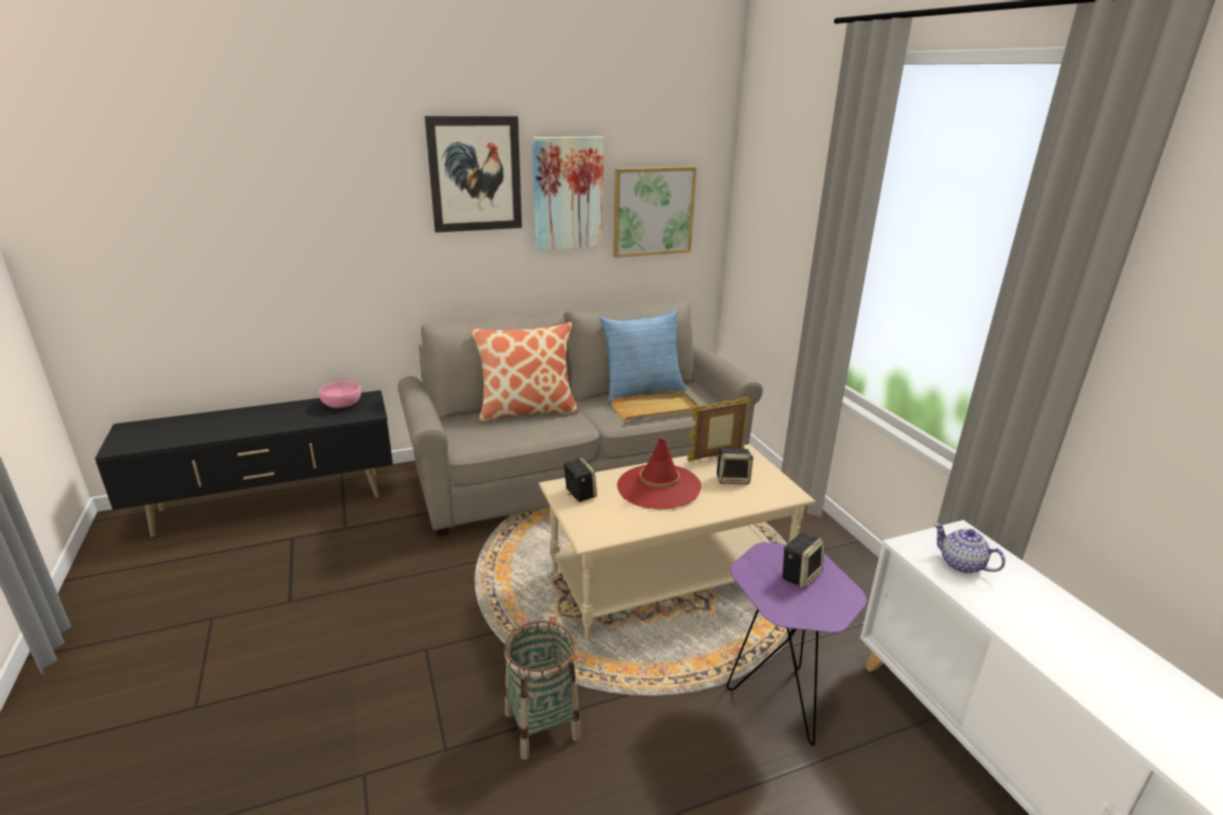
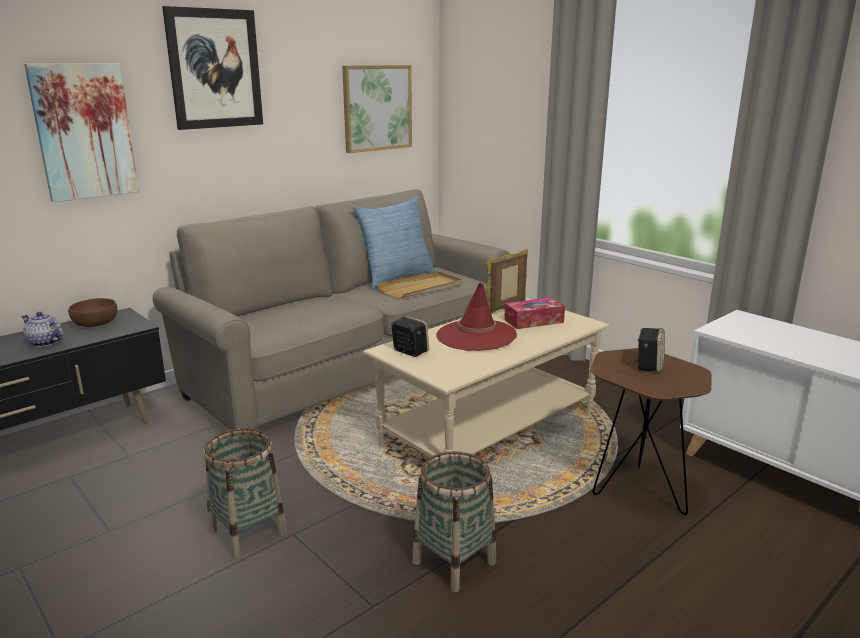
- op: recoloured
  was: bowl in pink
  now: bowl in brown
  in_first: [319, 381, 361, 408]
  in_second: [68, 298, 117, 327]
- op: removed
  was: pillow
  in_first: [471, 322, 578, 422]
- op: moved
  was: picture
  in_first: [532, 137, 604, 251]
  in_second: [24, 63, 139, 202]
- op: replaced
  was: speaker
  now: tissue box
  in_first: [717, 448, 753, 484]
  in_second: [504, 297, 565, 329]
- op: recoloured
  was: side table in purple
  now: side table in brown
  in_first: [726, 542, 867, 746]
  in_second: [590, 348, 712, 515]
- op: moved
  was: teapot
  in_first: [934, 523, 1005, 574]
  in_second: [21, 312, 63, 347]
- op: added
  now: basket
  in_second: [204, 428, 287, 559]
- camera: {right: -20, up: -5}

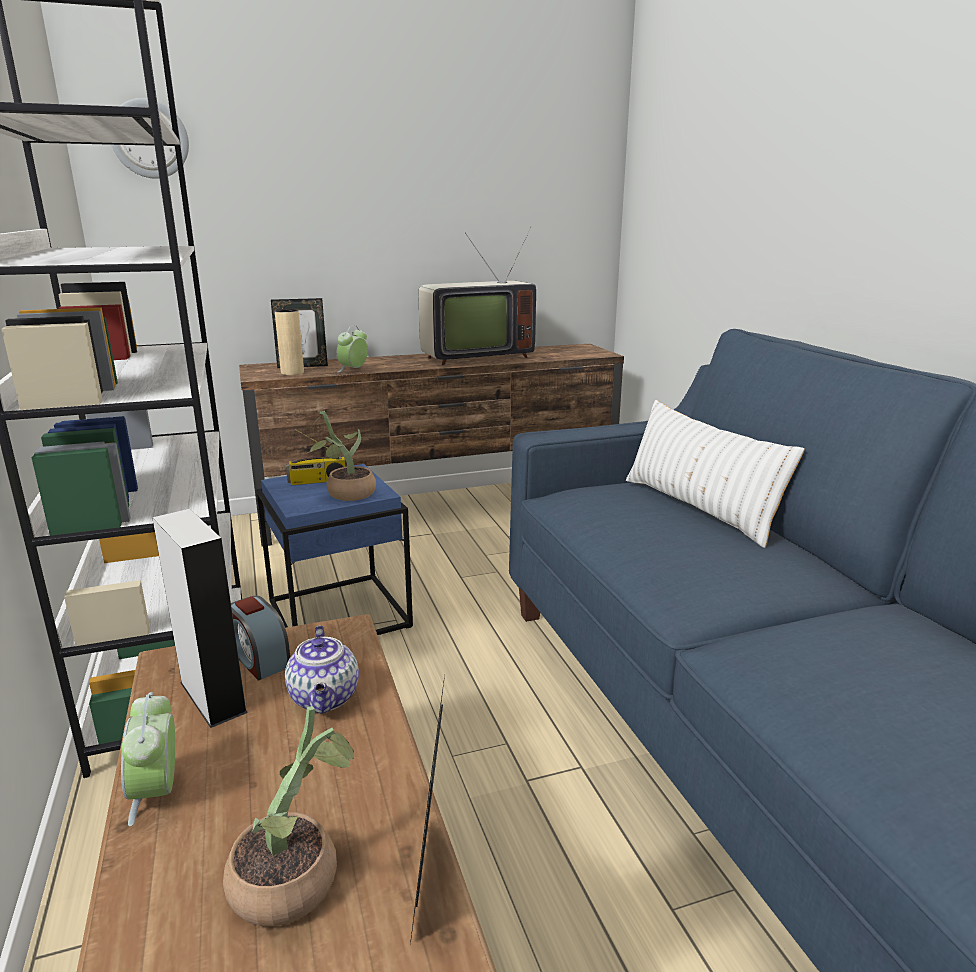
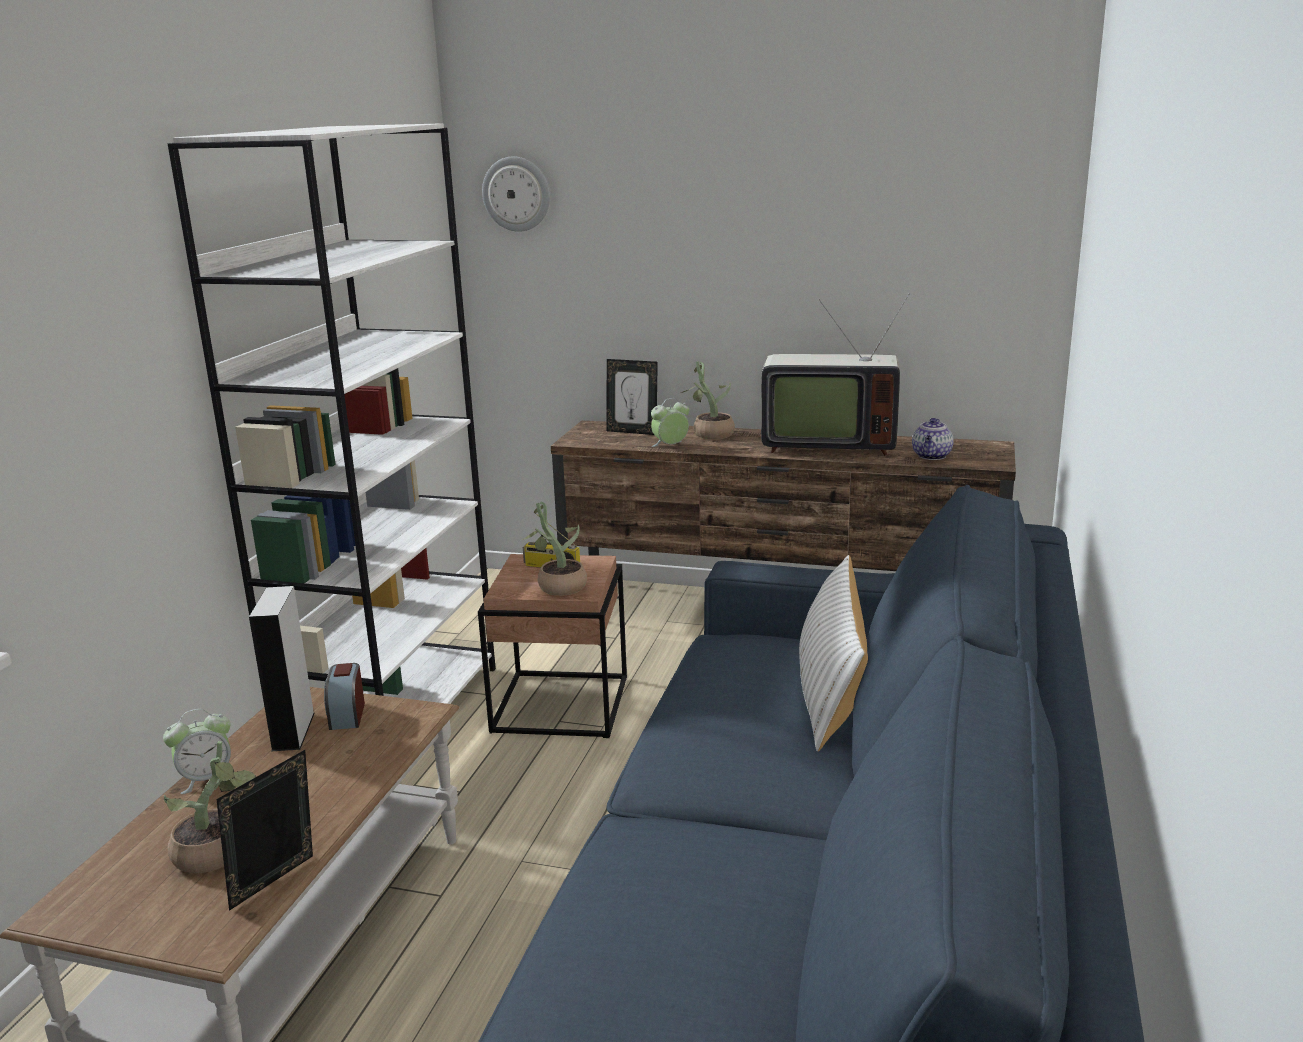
- op: turned
  was: alarm clock
  in_first: [121, 692, 175, 826]
  in_second: [163, 709, 231, 794]
  clockwise: -135
- op: recoloured
  was: side table in blue
  now: side table in brown
  in_first: [256, 464, 413, 635]
  in_second: [478, 554, 627, 738]
- op: removed
  was: vase in beige
  in_first: [275, 309, 304, 375]
- op: moved
  was: teapot
  in_first: [285, 625, 359, 714]
  in_second: [912, 418, 954, 460]
- op: added
  now: potted plant
  in_second: [681, 361, 735, 440]
- camera: {right: 35, up: 0}

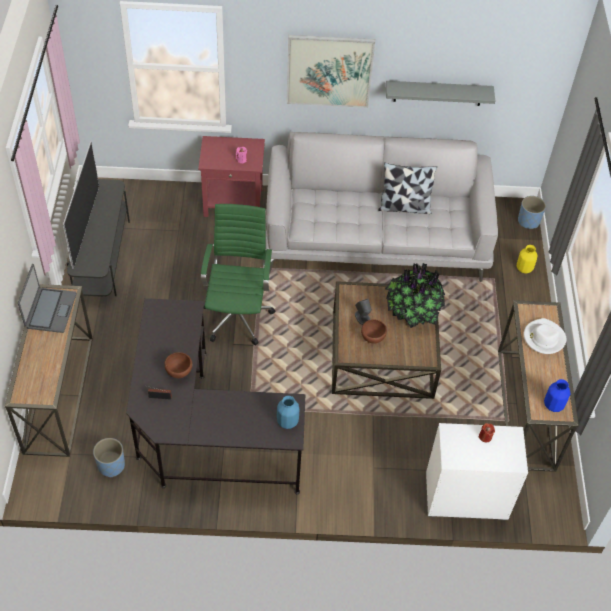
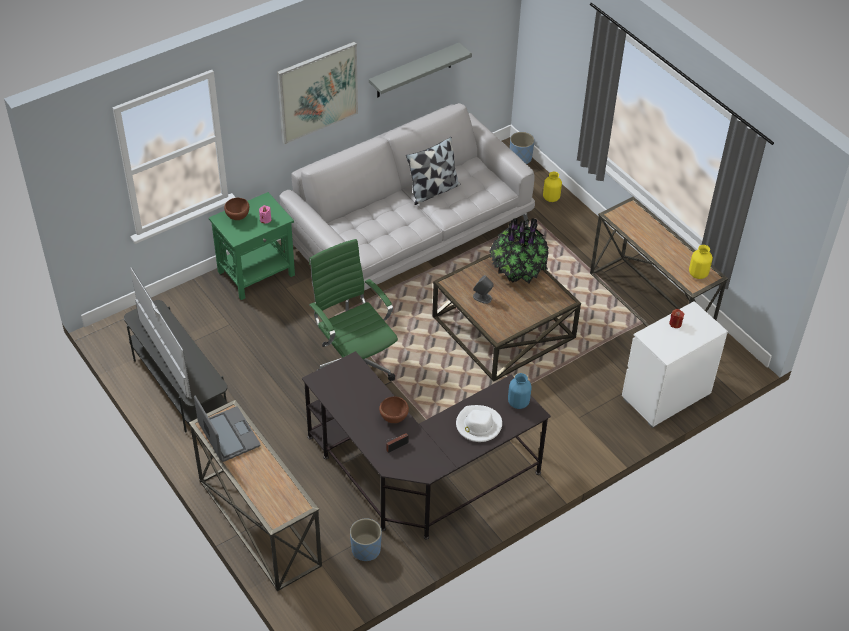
- op: recoloured
  was: side table in red
  now: side table in green
  in_first: [198, 136, 265, 217]
  in_second: [209, 192, 295, 300]
- op: moved
  was: bowl in brown
  in_first: [361, 319, 387, 343]
  in_second: [224, 198, 249, 220]
- op: moved
  was: hat in white
  in_first: [524, 318, 567, 354]
  in_second: [456, 405, 502, 442]
- op: recoloured
  was: vase in blue
  now: vase in yellow
  in_first: [544, 379, 571, 412]
  in_second: [689, 245, 713, 279]
- camera: {right: -35, up: -5}

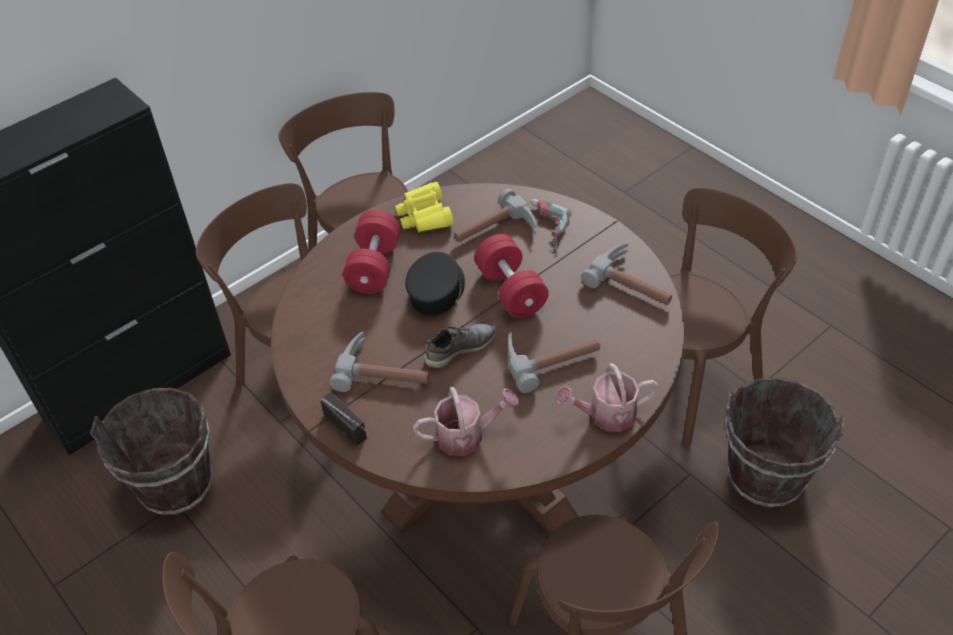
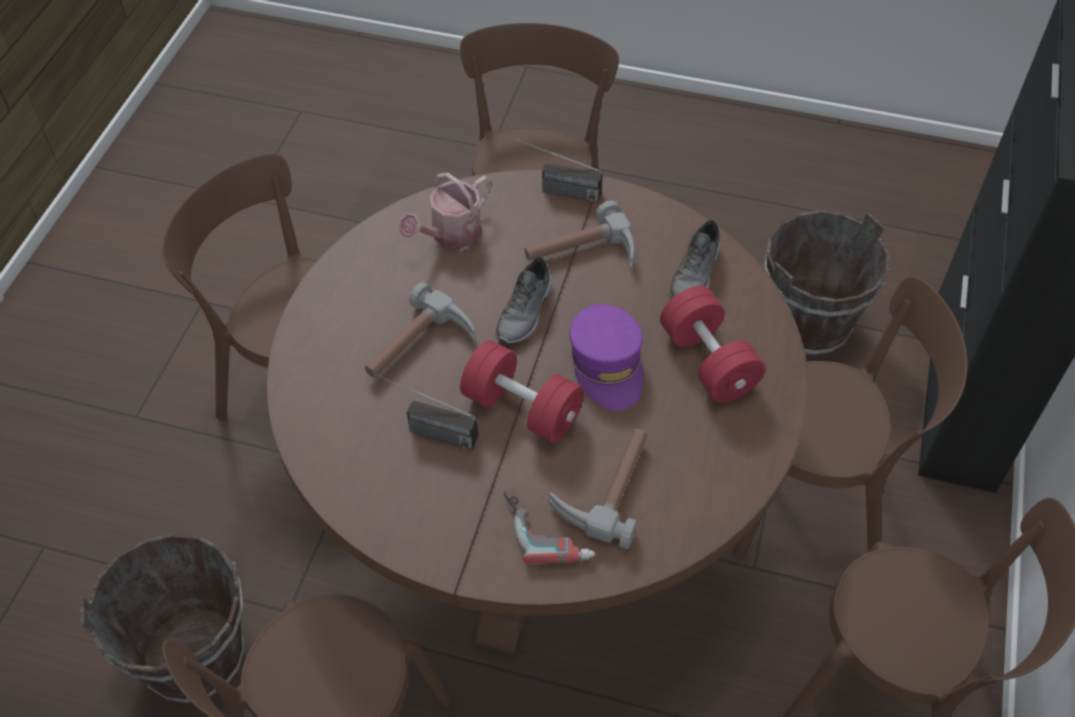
- op: removed
  was: binoculars in yellow
  in_first: [395, 182, 454, 232]
- op: recoloured
  was: cap in black
  now: cap in purple
  in_first: [405, 252, 465, 316]
  in_second: [570, 304, 644, 411]
- op: removed
  was: watering can
  in_first: [555, 363, 659, 432]
- op: removed
  was: hammer
  in_first: [581, 242, 672, 305]
- op: added
  now: radio
  in_second: [375, 374, 478, 449]
- op: added
  now: shoe in grey
  in_second: [669, 220, 721, 298]
- camera: {right: 145, up: 5}

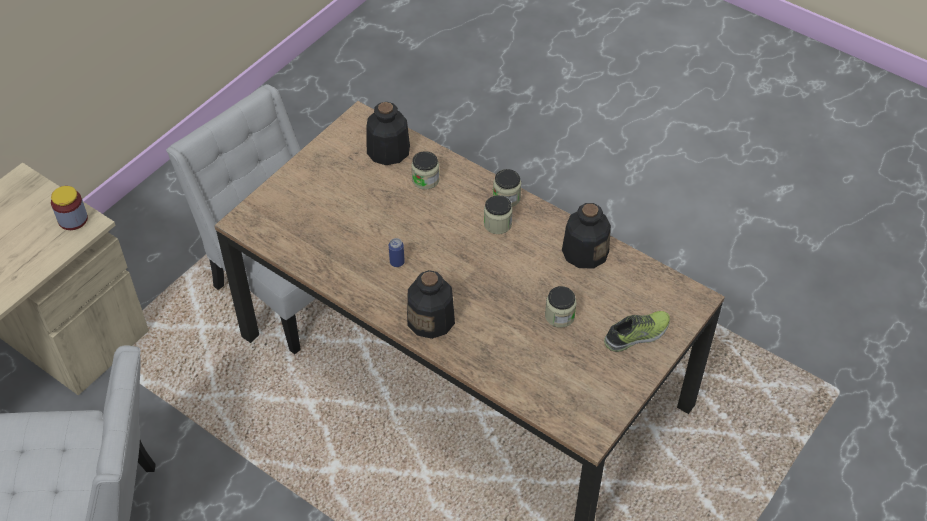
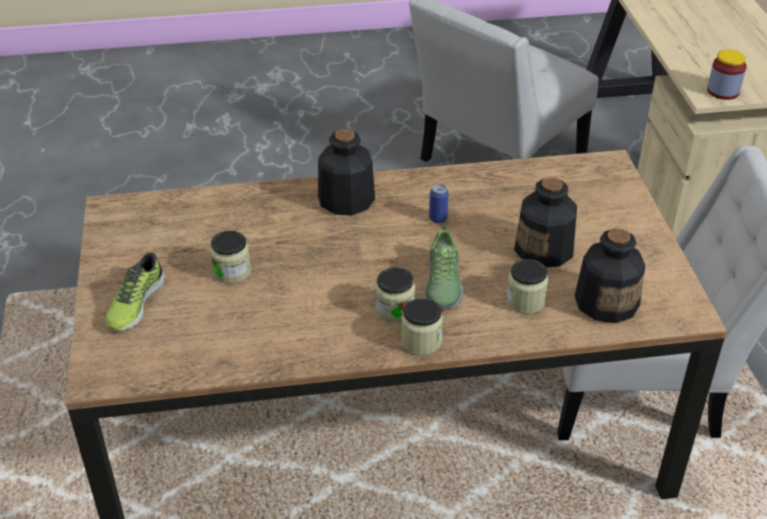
- op: moved
  was: bottle
  in_first: [562, 203, 611, 269]
  in_second: [514, 177, 577, 268]
- op: added
  now: shoe
  in_second: [424, 225, 463, 309]
- camera: {right: 135, up: -10}

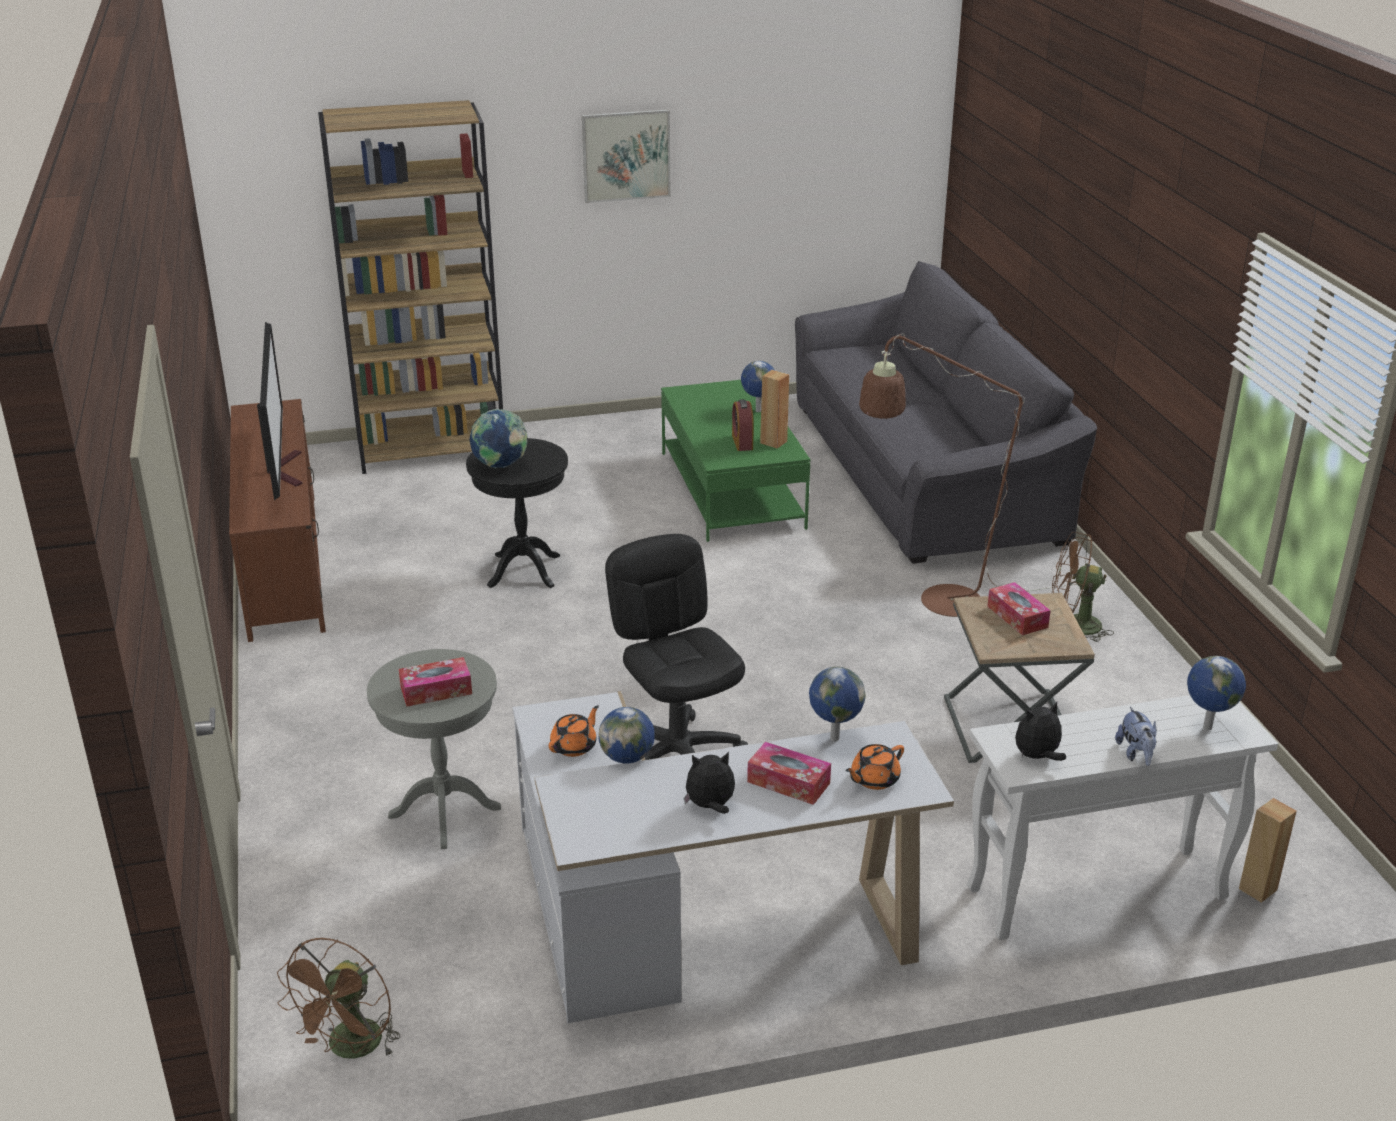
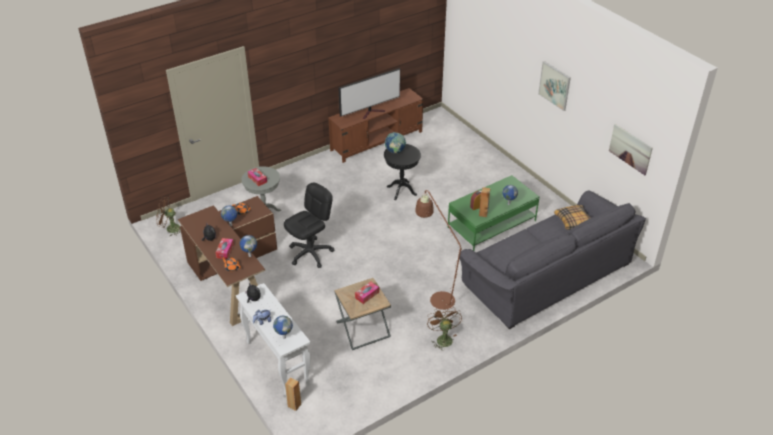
- op: removed
  was: bookcase in brown
  in_first: [318, 100, 503, 474]
- op: recoloured
  was: desk in white
  now: desk in brown
  in_first: [512, 691, 954, 1023]
  in_second: [178, 196, 277, 326]
- op: added
  now: pillow
  in_second: [554, 205, 590, 230]
- op: added
  now: picture
  in_second: [609, 124, 653, 175]
- camera: {right: 70, up: 10}

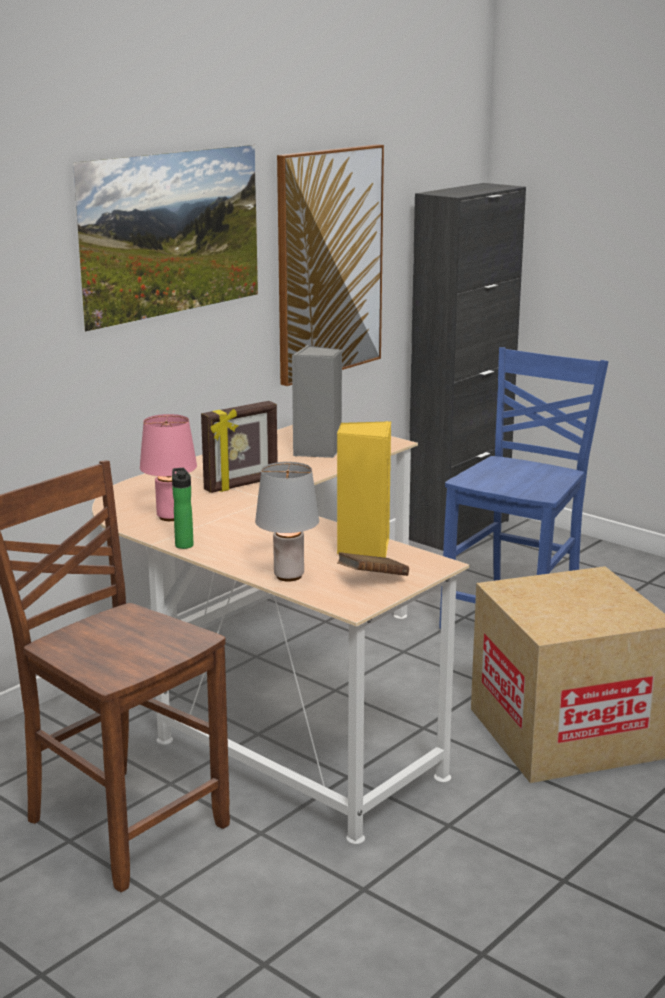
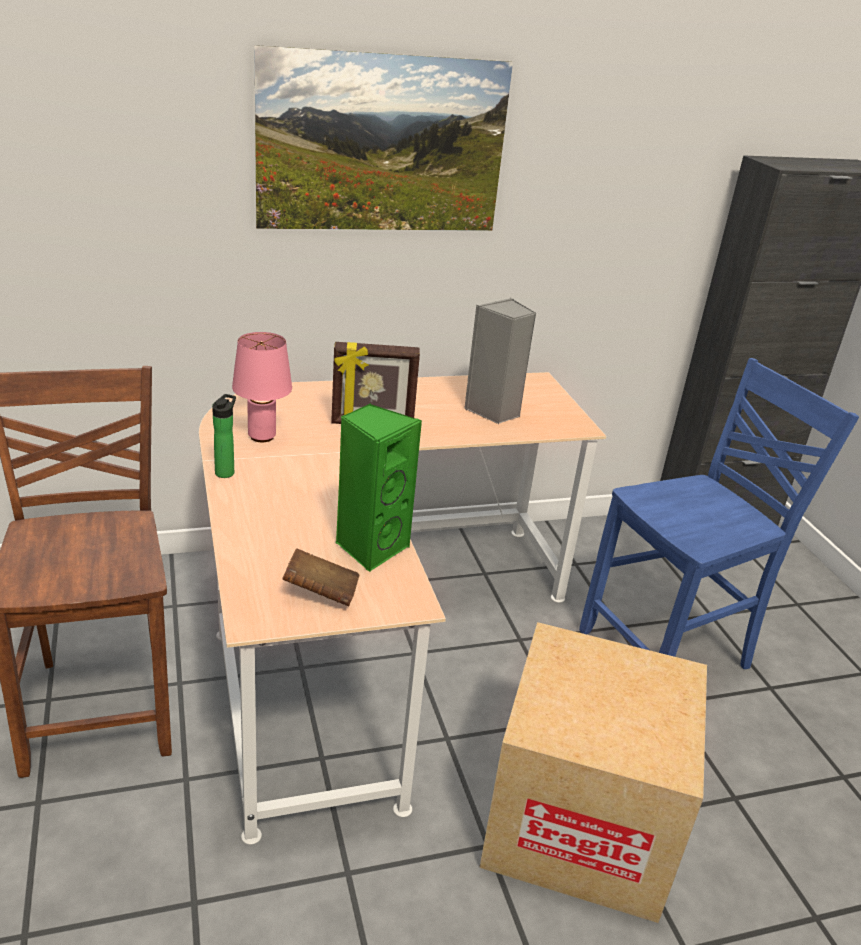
- op: removed
  was: table lamp in grey
  in_first: [255, 462, 319, 582]
- op: removed
  was: picture
  in_first: [277, 144, 384, 386]
- op: recoloured
  was: speaker in yellow
  now: speaker in green
  in_first: [337, 421, 391, 558]
  in_second: [336, 403, 422, 572]
- camera: {right: 30, up: 10}

